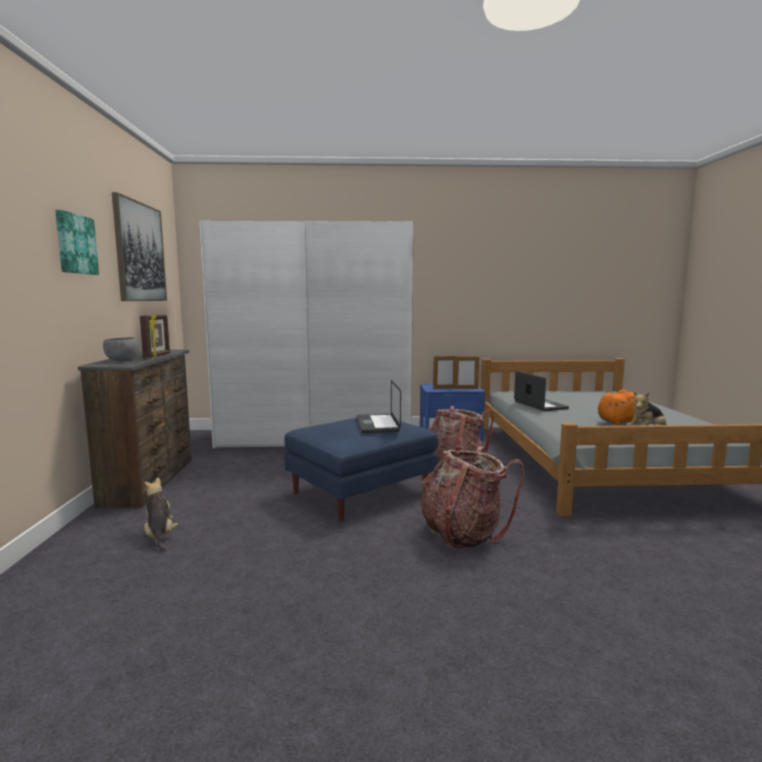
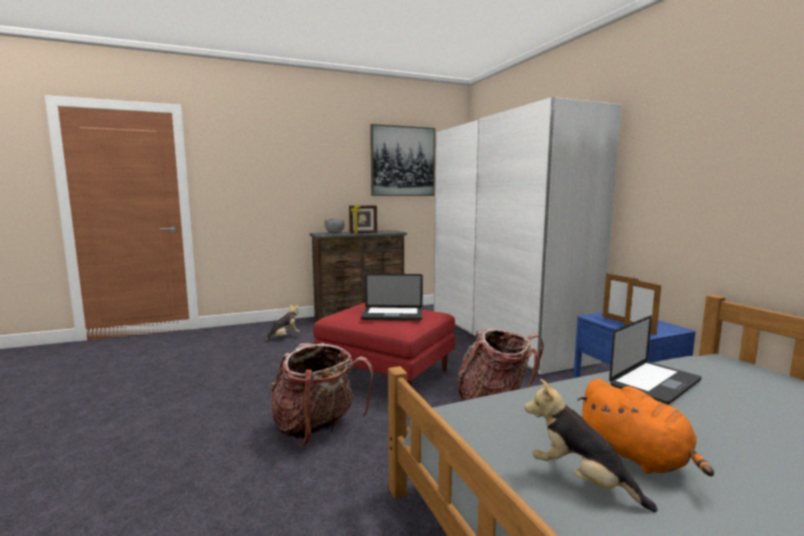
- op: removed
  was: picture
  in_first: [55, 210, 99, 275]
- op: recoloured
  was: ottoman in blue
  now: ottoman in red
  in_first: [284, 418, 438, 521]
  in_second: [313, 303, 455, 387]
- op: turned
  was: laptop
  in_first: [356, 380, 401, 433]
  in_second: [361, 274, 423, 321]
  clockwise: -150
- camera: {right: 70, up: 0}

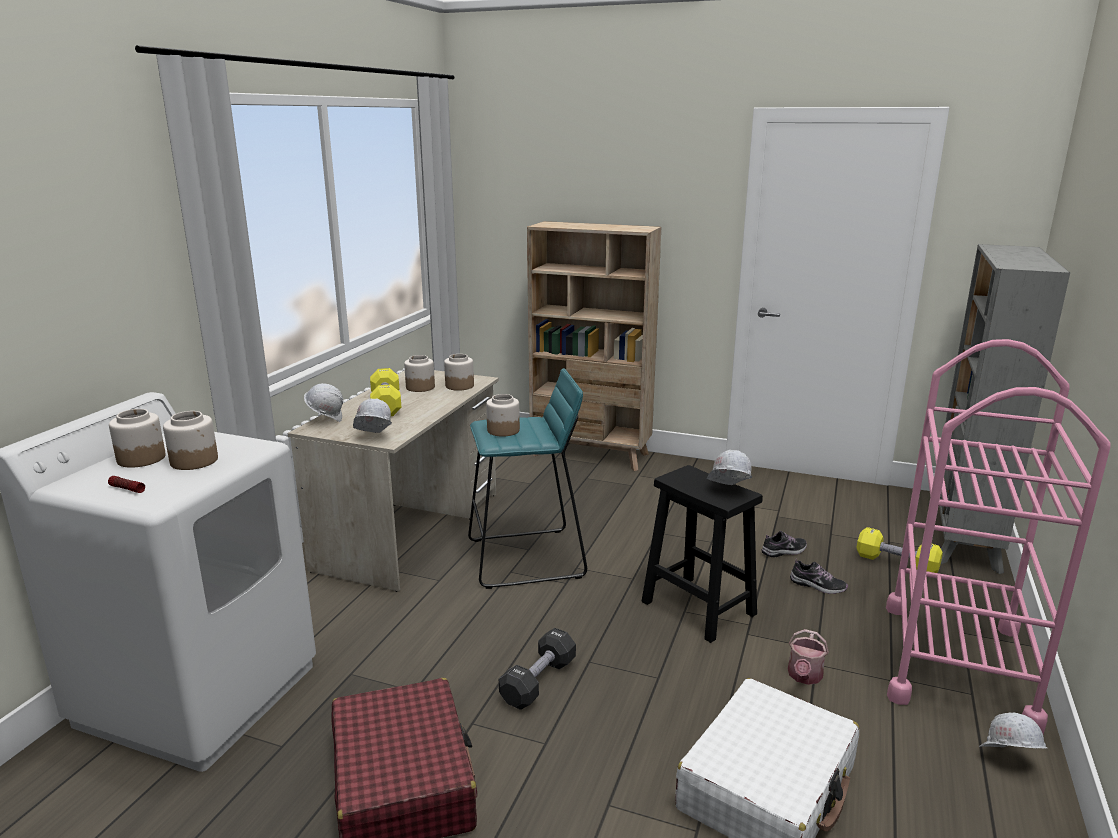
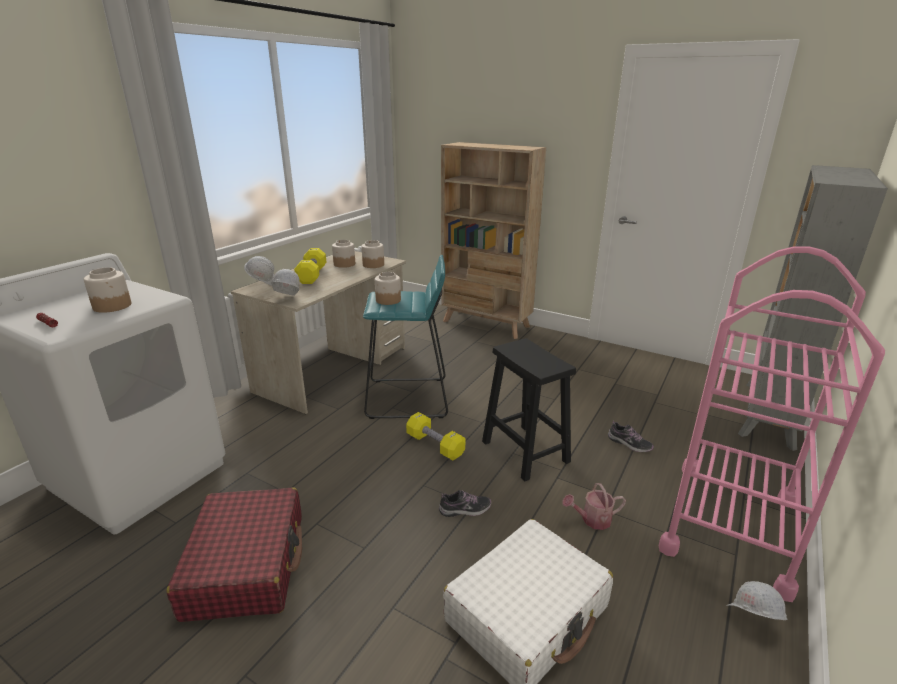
- op: removed
  was: jar
  in_first: [109, 409, 166, 468]
- op: removed
  was: dumbbell in black
  in_first: [499, 628, 576, 710]
- op: removed
  was: hard hat in white
  in_first: [707, 450, 752, 485]
- op: moved
  was: shoe
  in_first: [762, 531, 807, 557]
  in_second: [439, 490, 491, 517]
- op: turned
  was: watering can
  in_first: [788, 629, 829, 685]
  in_second: [562, 483, 626, 530]
  clockwise: 45
- op: moved
  was: dumbbell in yellow
  in_first: [857, 527, 943, 573]
  in_second: [406, 412, 465, 460]
- camera: {right: 10, up: 5}

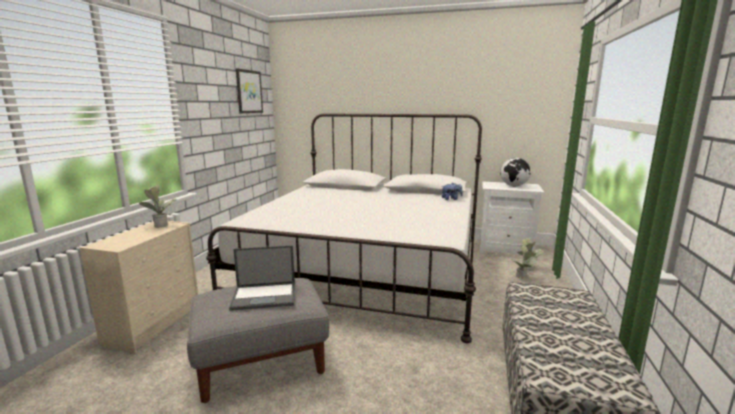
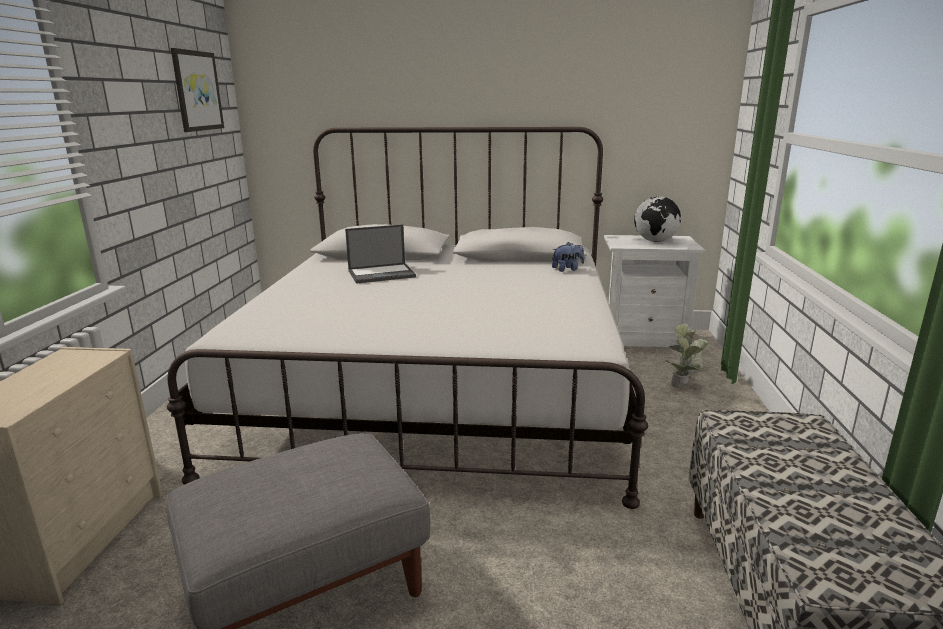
- op: removed
  was: potted plant
  in_first: [139, 185, 177, 228]
- op: moved
  was: laptop
  in_first: [229, 245, 295, 311]
  in_second: [345, 225, 416, 284]
- camera: {right: -10, up: 5}

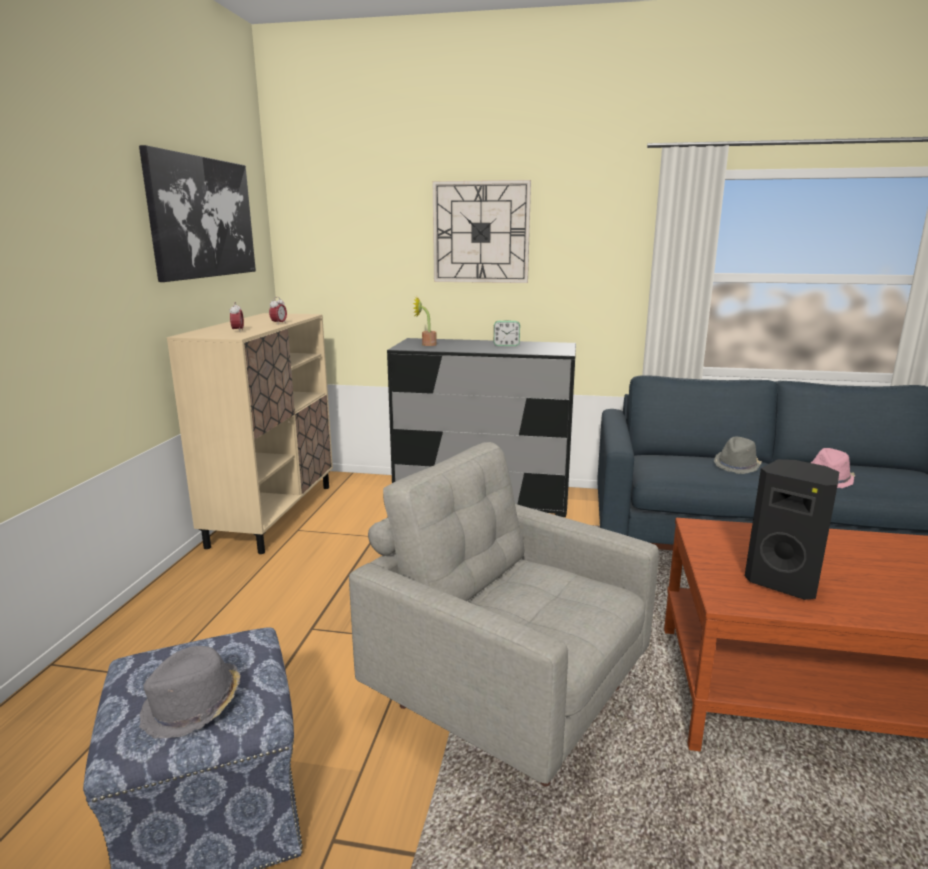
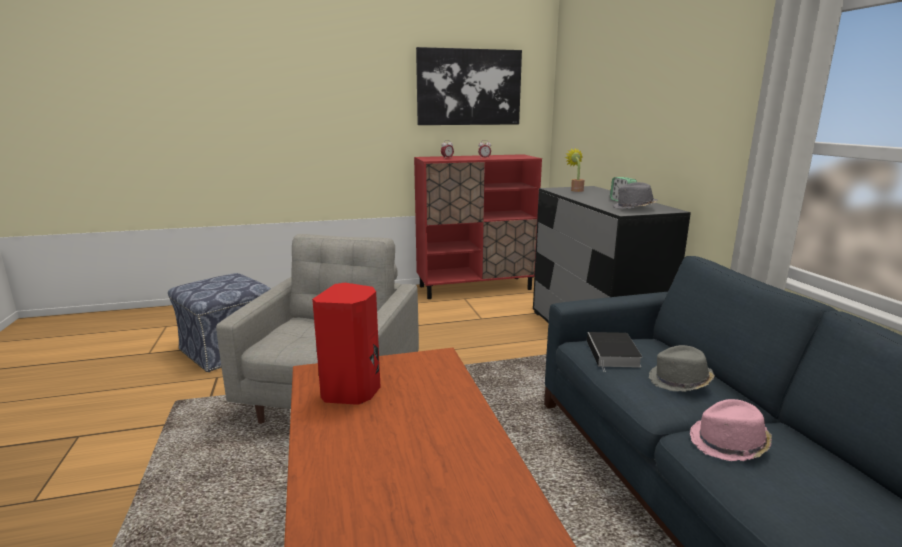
- op: moved
  was: hat in grey
  in_first: [139, 646, 240, 739]
  in_second: [612, 182, 658, 209]
- op: recoloured
  was: cabinet in beige
  now: cabinet in red
  in_first: [167, 313, 333, 554]
  in_second: [414, 154, 542, 299]
- op: removed
  was: wall clock
  in_first: [433, 180, 531, 283]
- op: recoloured
  was: speaker in black
  now: speaker in red
  in_first: [745, 459, 839, 600]
  in_second: [312, 283, 380, 405]
- op: added
  now: book
  in_second: [587, 332, 643, 372]
- camera: {right: 65, up: 0}

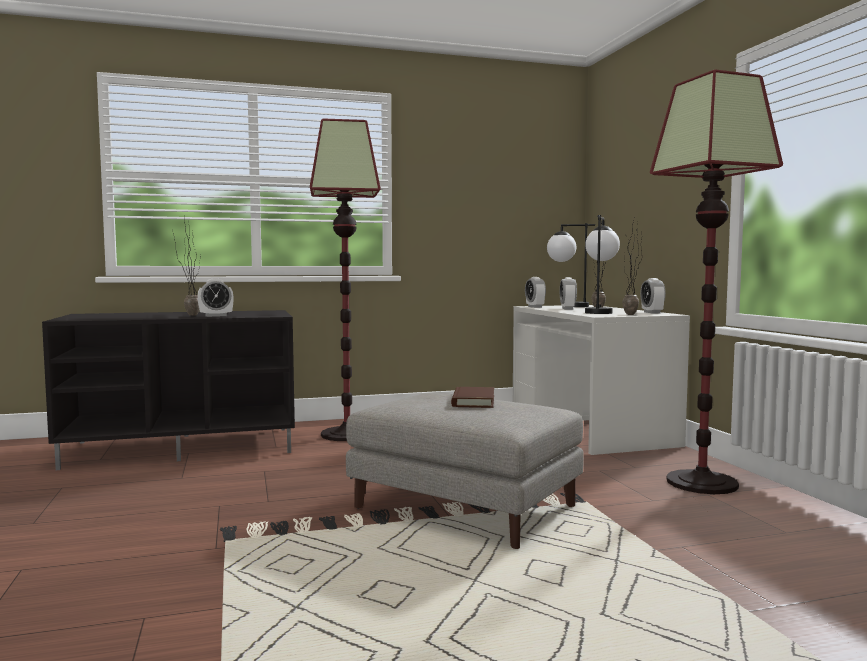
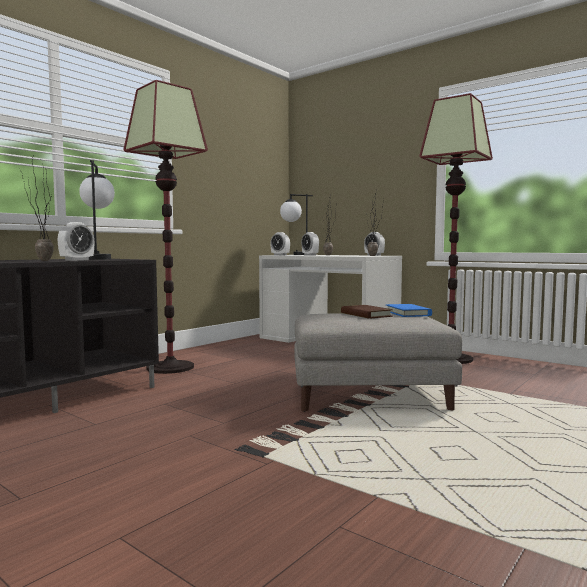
- op: moved
  was: table lamp
  in_first: [585, 215, 620, 314]
  in_second: [79, 160, 115, 260]
- op: added
  now: book in blue
  in_second: [386, 304, 432, 317]
- camera: {right: -35, up: 0}

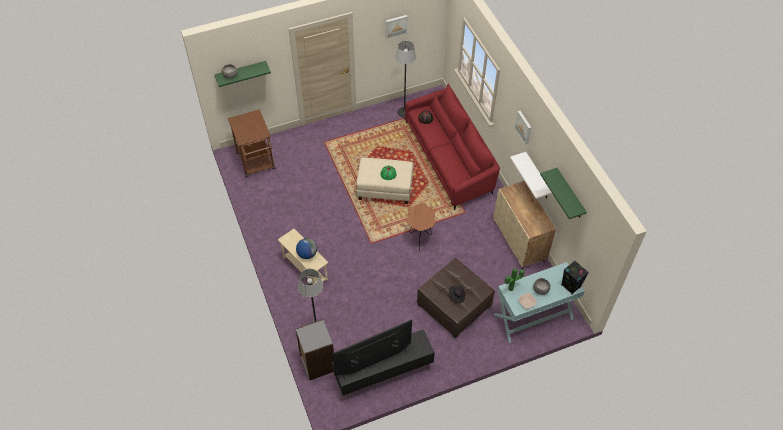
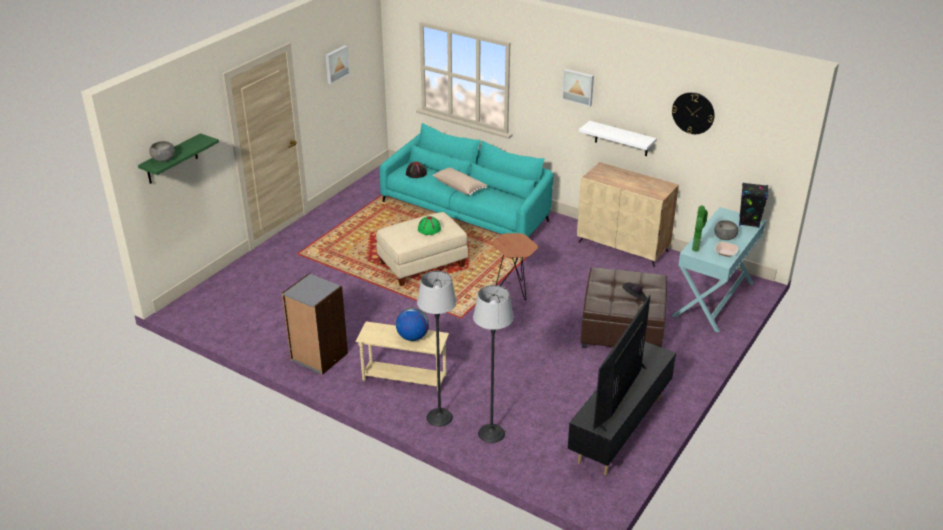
- op: removed
  was: cart in brown
  in_first: [228, 109, 275, 177]
- op: moved
  was: bookcase in grey
  in_first: [295, 319, 334, 381]
  in_second: [282, 273, 348, 375]
- op: moved
  was: floor lamp
  in_first: [396, 41, 416, 117]
  in_second: [417, 271, 457, 427]
- op: recoloured
  was: sofa in red
  now: sofa in turquoise
  in_first: [405, 83, 500, 210]
  in_second: [379, 123, 554, 237]
- op: replaced
  was: shelf in green
  now: wall clock
  in_first: [540, 168, 587, 219]
  in_second: [672, 92, 715, 134]
- op: added
  now: pillow in beige
  in_second: [433, 168, 487, 196]
- camera: {right: -35, up: -20}

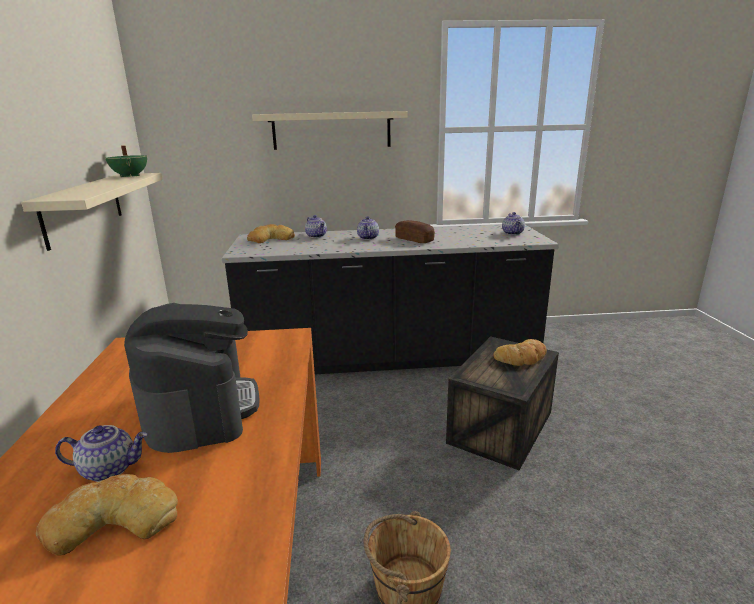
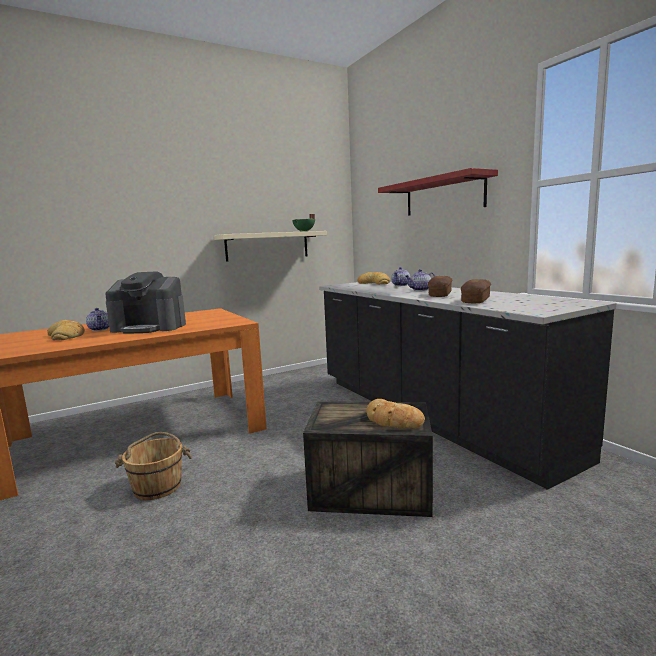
- op: turned
  was: coffee machine
  in_first: [124, 303, 260, 453]
  in_second: [105, 272, 186, 334]
  clockwise: 45
- op: recoloured
  was: shelf in beige
  now: shelf in red
  in_first: [252, 111, 408, 150]
  in_second: [378, 168, 498, 216]
- op: removed
  was: teapot
  in_first: [502, 212, 525, 235]
- op: added
  now: bread
  in_second: [461, 279, 491, 303]
- camera: {right: 65, up: -10}

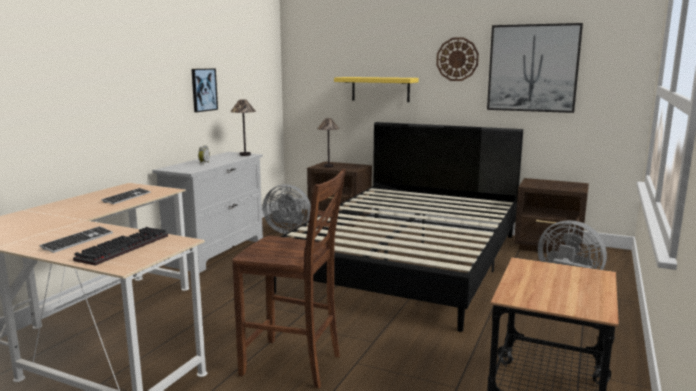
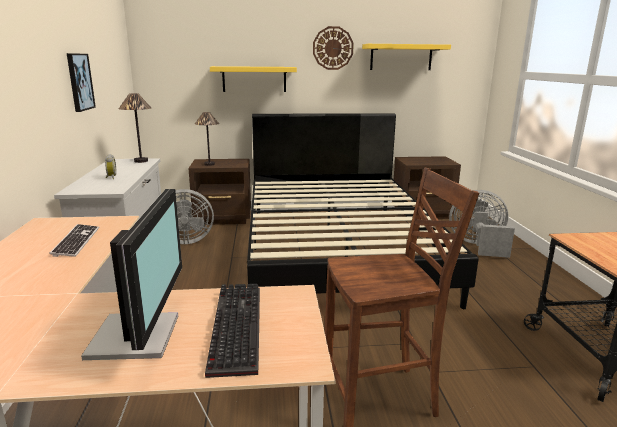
- op: replaced
  was: keyboard
  now: monitor
  in_first: [39, 226, 113, 253]
  in_second: [81, 189, 182, 360]
- op: replaced
  was: picture
  now: shelf in yellow
  in_first: [487, 23, 583, 113]
  in_second: [362, 44, 451, 70]
- camera: {right: -30, up: 5}

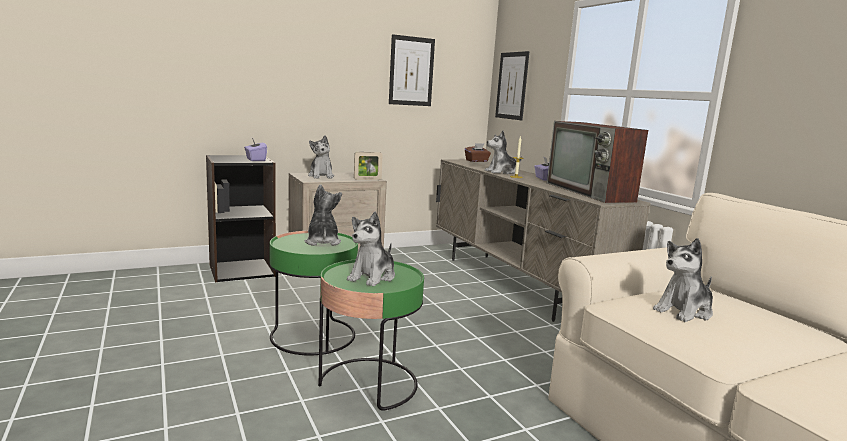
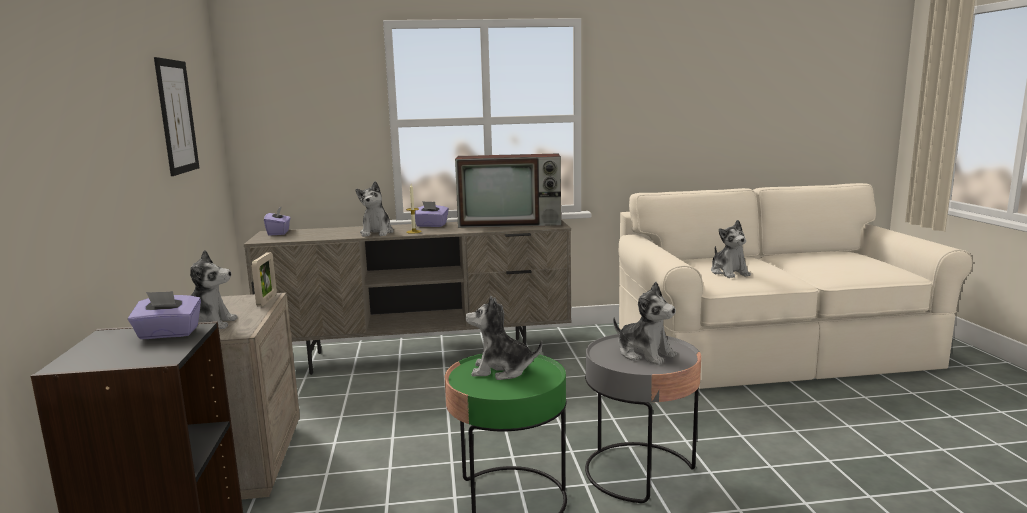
- op: recoloured
  was: side table in green
  now: side table in grey
  in_first: [318, 259, 424, 411]
  in_second: [585, 334, 701, 503]
- op: recoloured
  was: tissue box in brown
  now: tissue box in purple
  in_first: [465, 143, 491, 162]
  in_second: [264, 207, 291, 236]
- op: removed
  was: picture
  in_first: [495, 51, 530, 120]
- camera: {right: -70, up: 0}

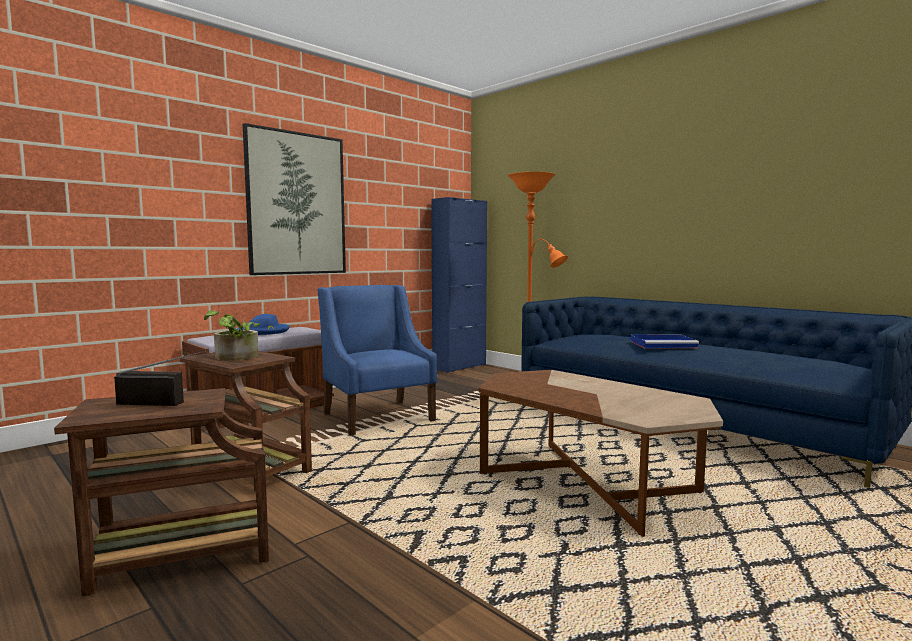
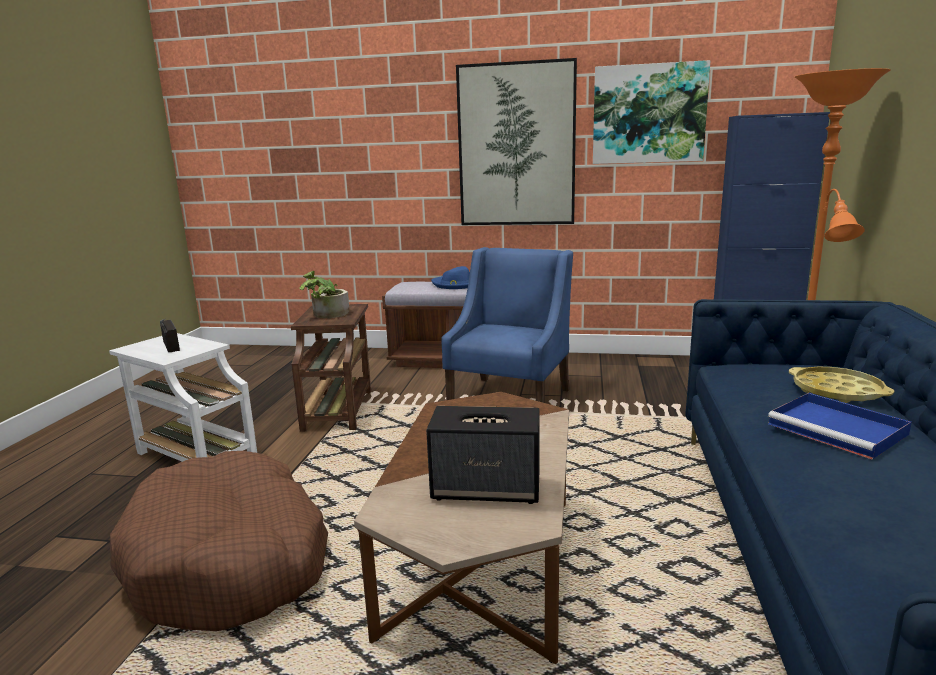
- op: recoloured
  was: side table in brown
  now: side table in white
  in_first: [54, 388, 269, 596]
  in_second: [109, 333, 257, 462]
- op: added
  now: dog bed in brown
  in_second: [110, 451, 328, 631]
- op: added
  now: speaker
  in_second: [426, 406, 540, 504]
- op: added
  now: picture
  in_second: [593, 60, 711, 164]
- op: added
  now: tray in yellow
  in_second: [789, 367, 894, 403]
- camera: {right: 55, up: 10}

